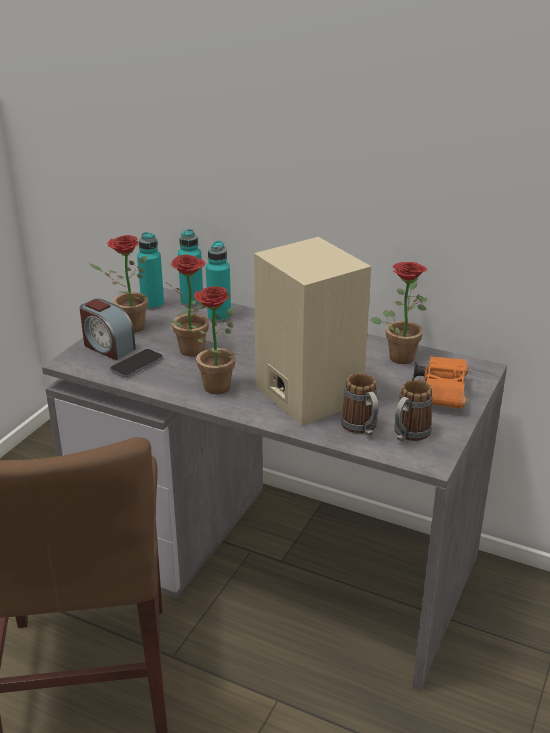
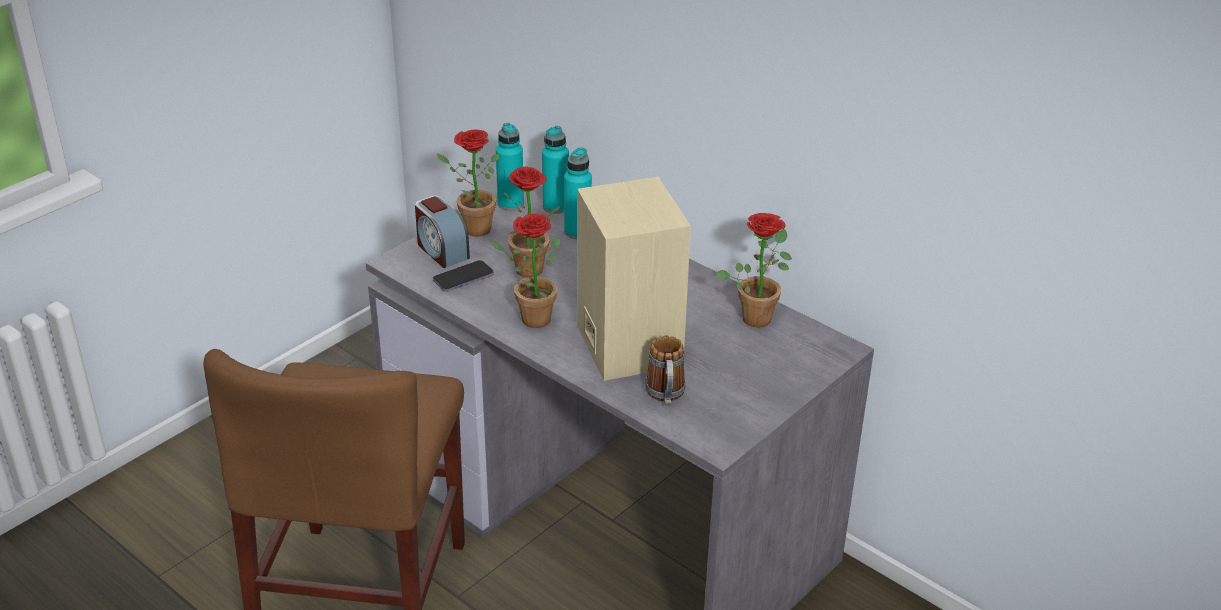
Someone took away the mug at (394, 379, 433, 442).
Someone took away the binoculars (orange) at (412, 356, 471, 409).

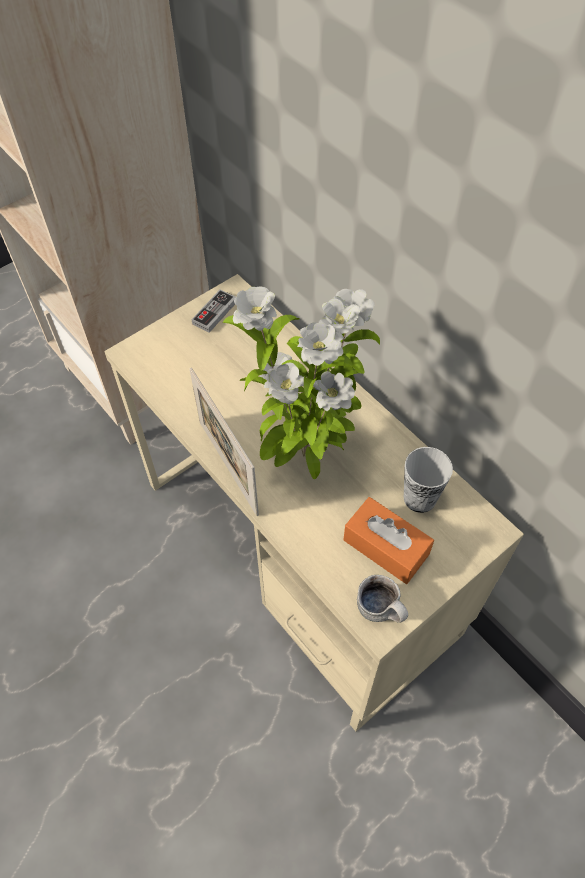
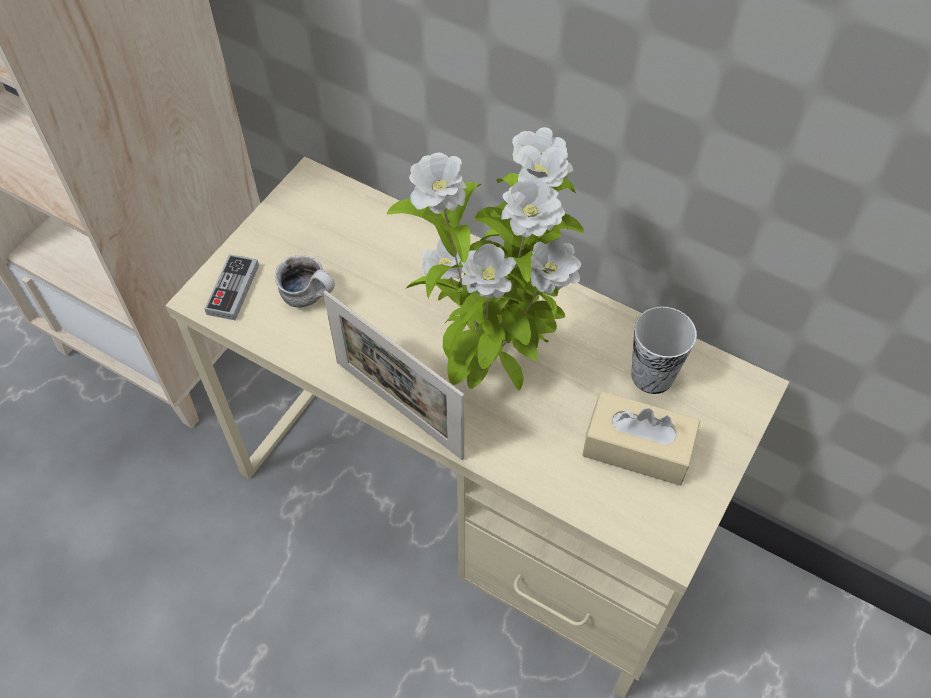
Someone carried the game controller from (192, 289, 236, 333) to (205, 254, 259, 321).
Someone carried the mug from (357, 575, 408, 623) to (275, 255, 335, 308).
Someone repainted the tissue box (orange) at (343, 497, 434, 584), which became the tissue box (beige) at (582, 391, 700, 486).

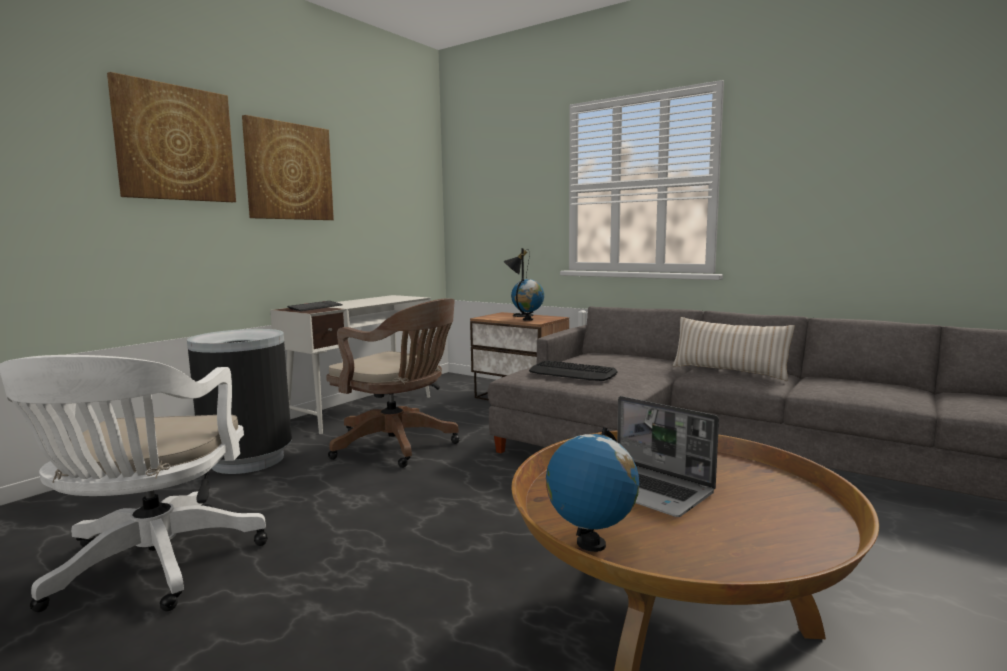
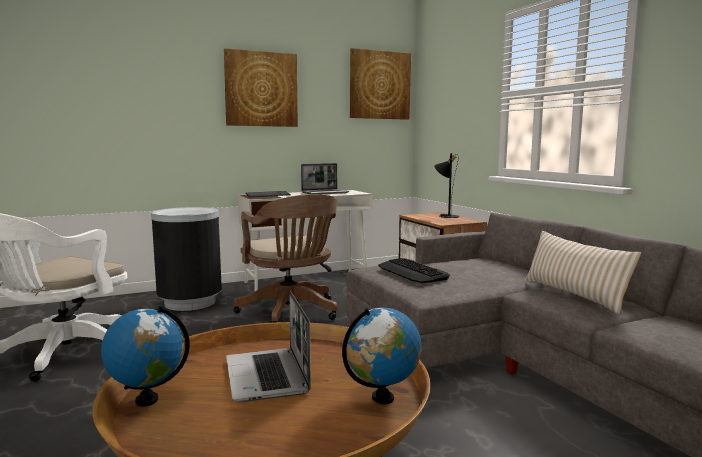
Someone put down the laptop at (301, 163, 349, 194).
Someone carried the globe from (511, 278, 544, 321) to (342, 307, 422, 404).
Someone carried the picture from (107, 72, 236, 202) to (350, 48, 411, 120).

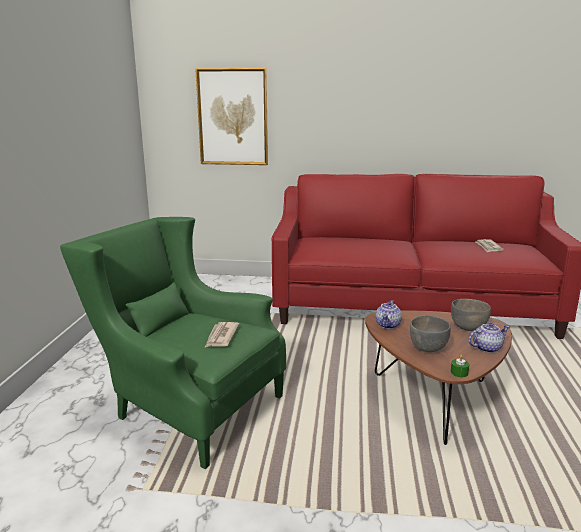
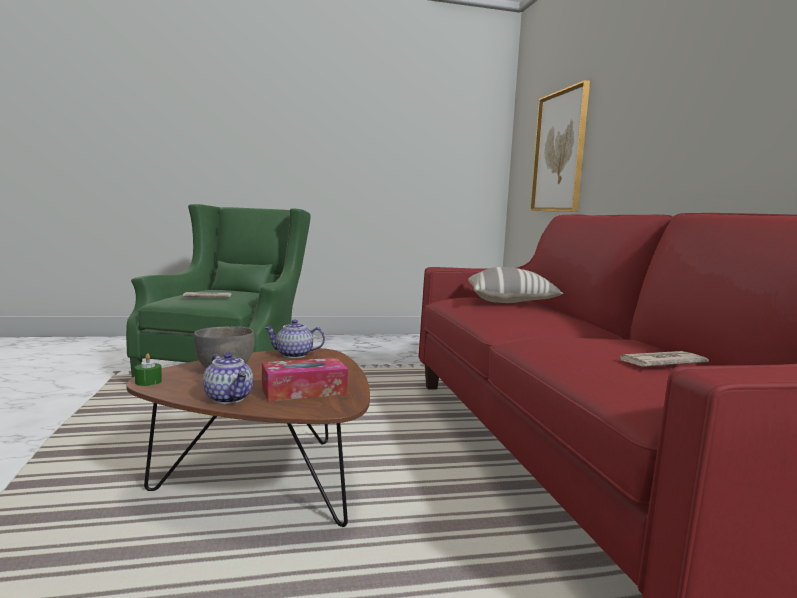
Someone swapped the bowl (grey) at (451, 299, 491, 331) for the tissue box at (262, 358, 348, 401).
Someone put down the pillow at (468, 267, 563, 303).

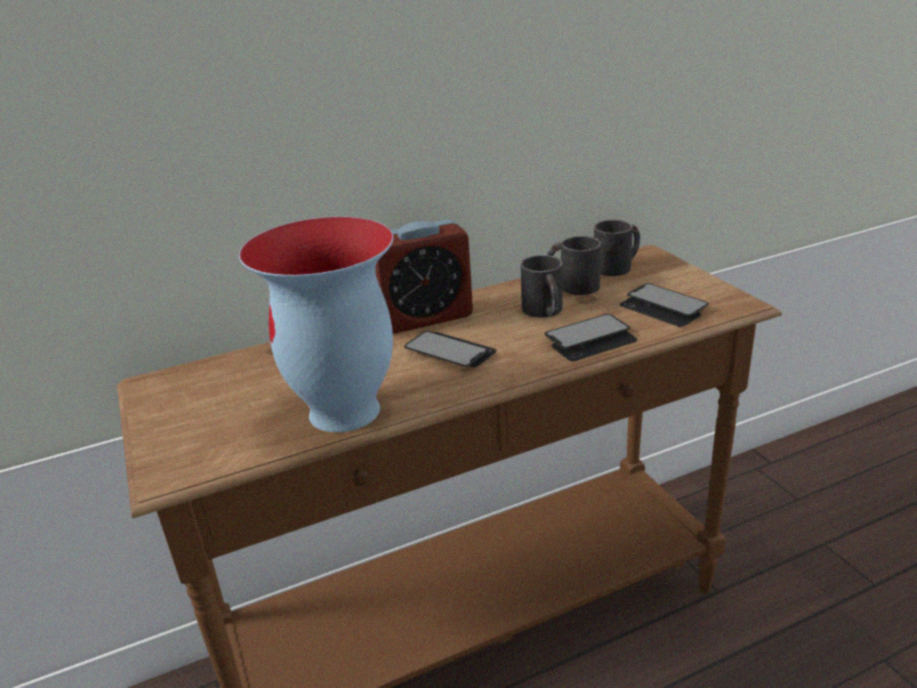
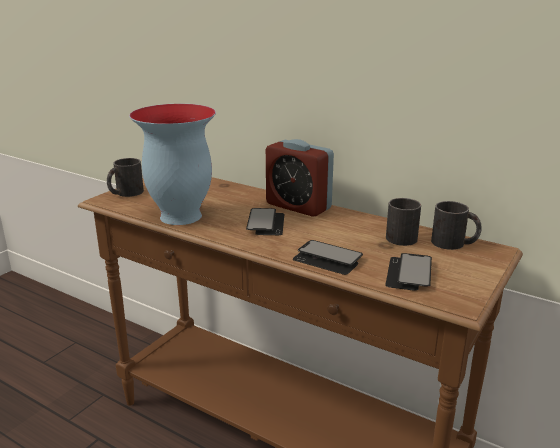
Someone carried the mug (black) from (521, 255, 563, 318) to (107, 158, 144, 197).

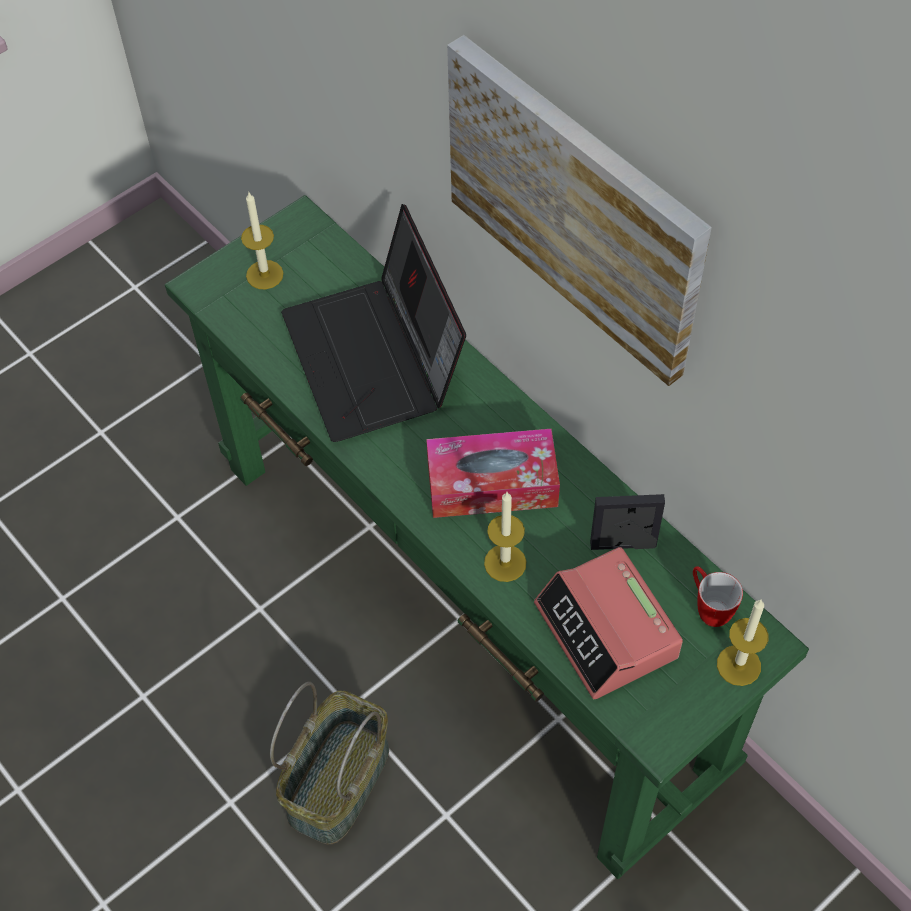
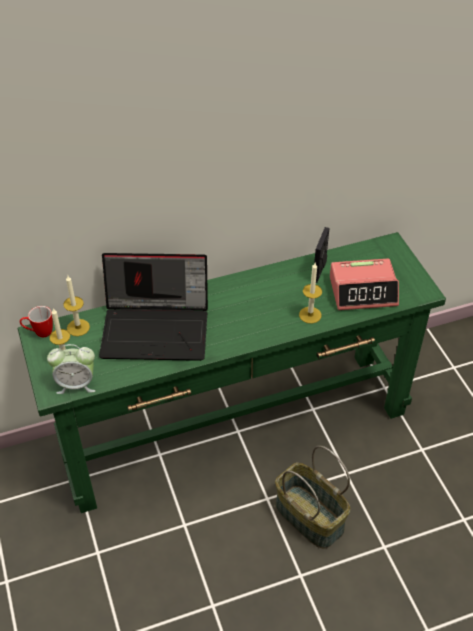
Someone carried the mug from (693, 566, 743, 627) to (20, 306, 53, 338).
Someone put down the alarm clock at (47, 344, 95, 394).
Someone carried the candle from (717, 599, 769, 686) to (63, 276, 90, 336).
Someone took away the tissue box at (426, 429, 560, 518).
Someone took away the picture at (447, 35, 712, 386).

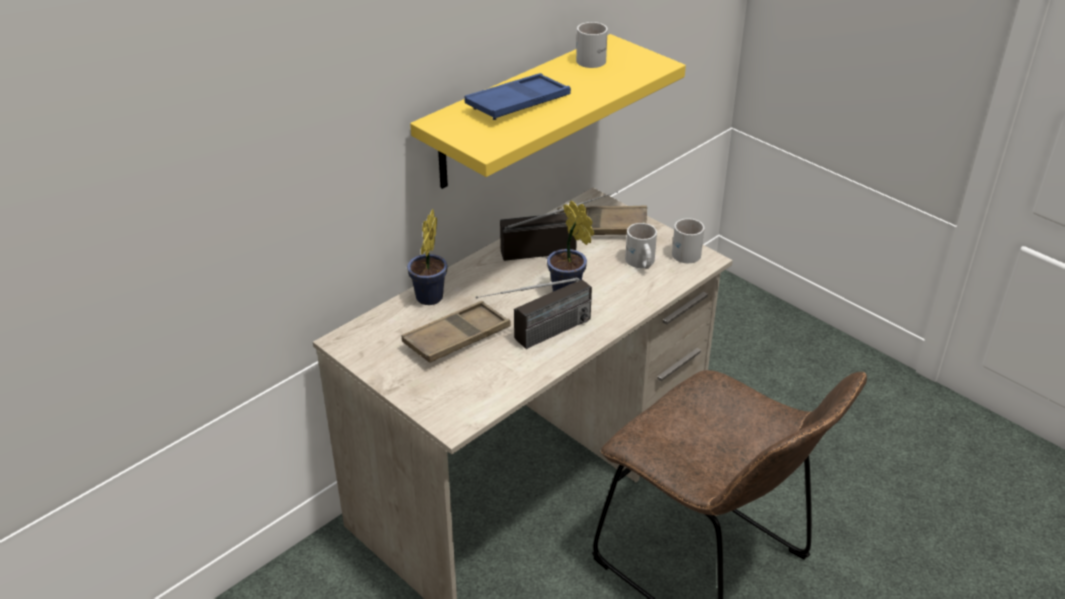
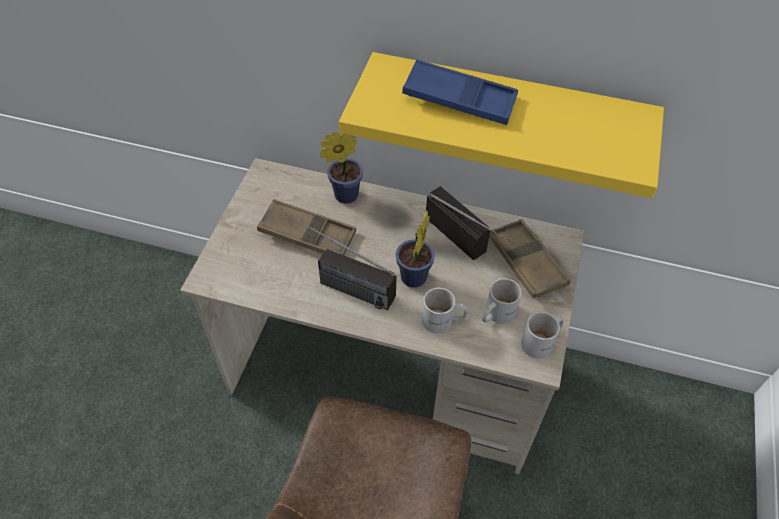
Someone carried the mug (white) from (576, 22, 608, 68) to (422, 288, 468, 334).

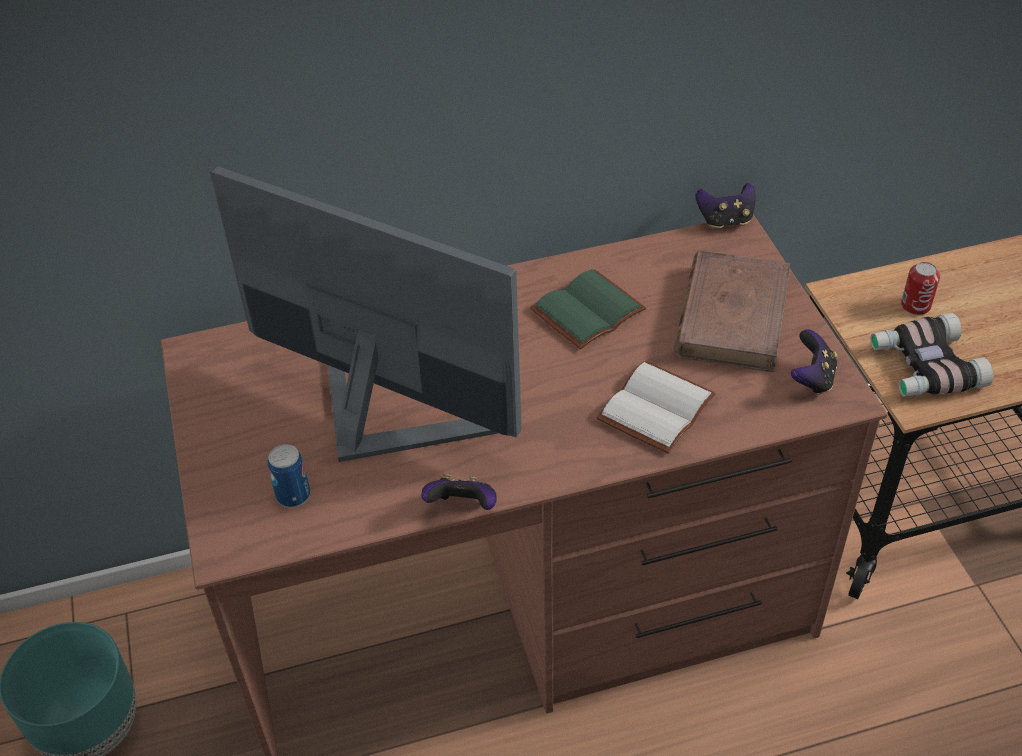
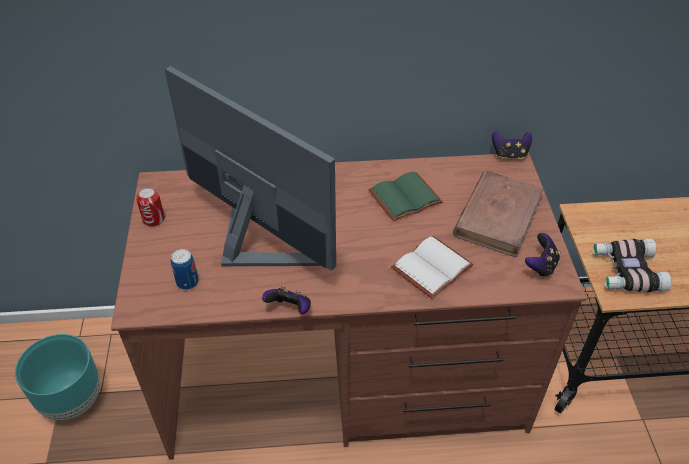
Someone carried the can from (901, 262, 940, 315) to (136, 187, 165, 227).

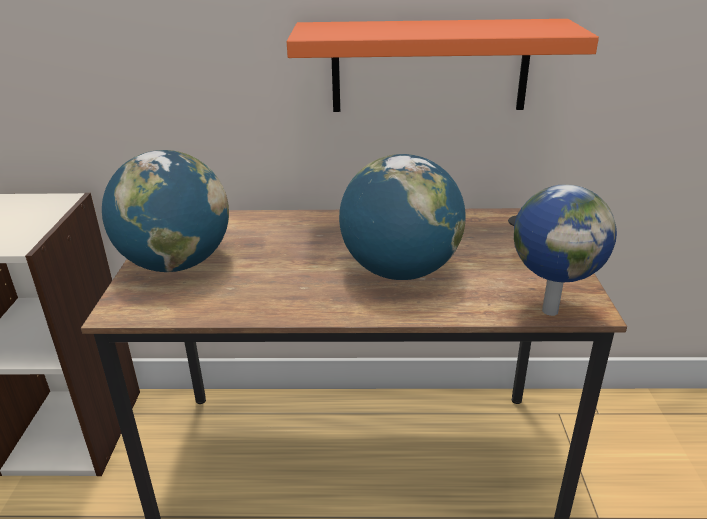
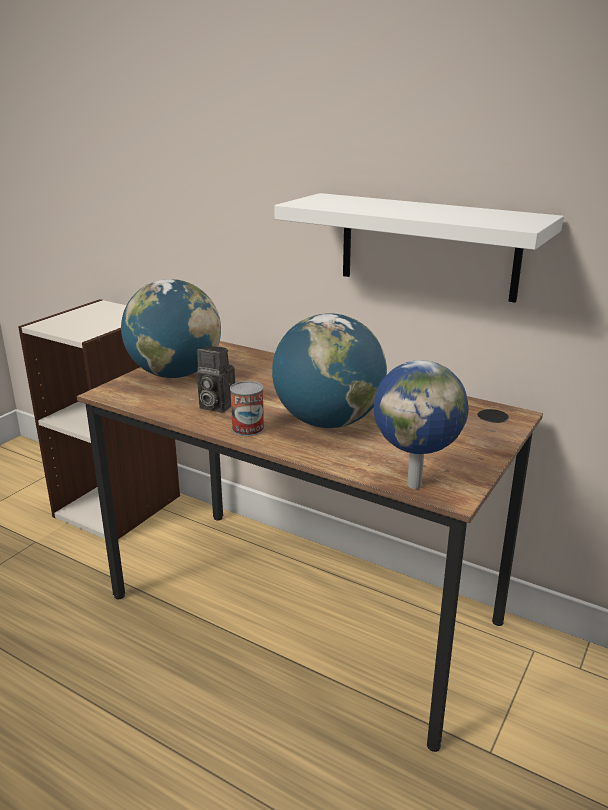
Someone put down the photo camera at (197, 346, 235, 413).
Someone put down the can at (230, 381, 264, 436).
Someone repainted the shelf (orange) at (287, 19, 599, 112), which became the shelf (white) at (274, 193, 564, 303).

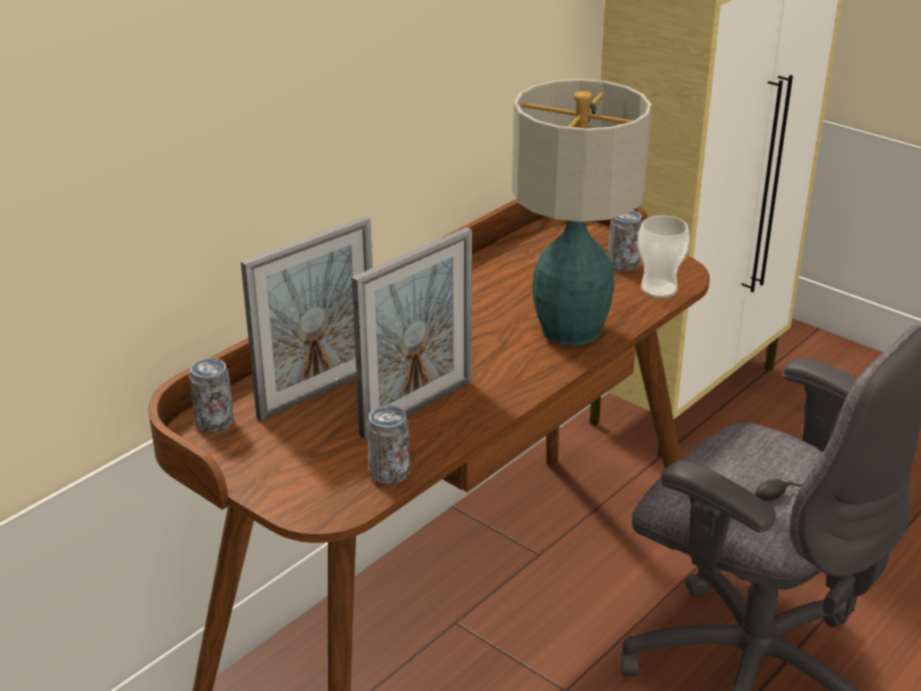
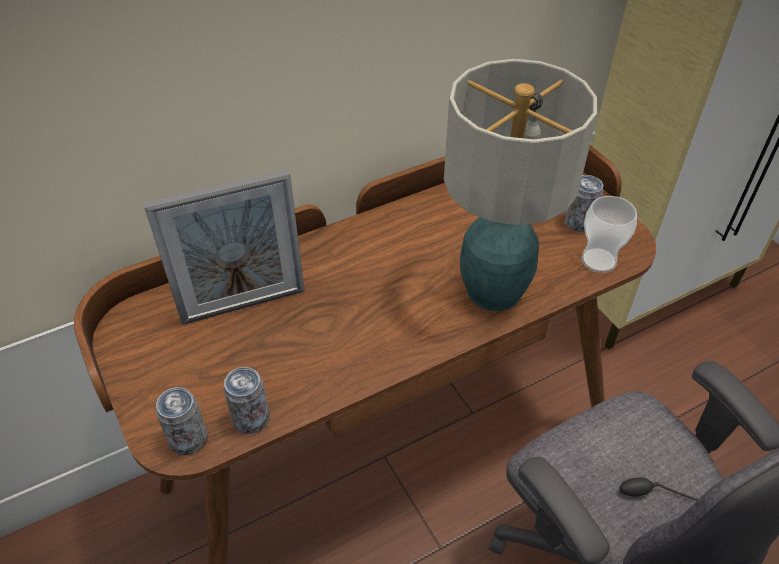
Someone carried the can from (189, 358, 234, 433) to (156, 387, 208, 455).
Someone took away the picture frame at (351, 227, 472, 439).

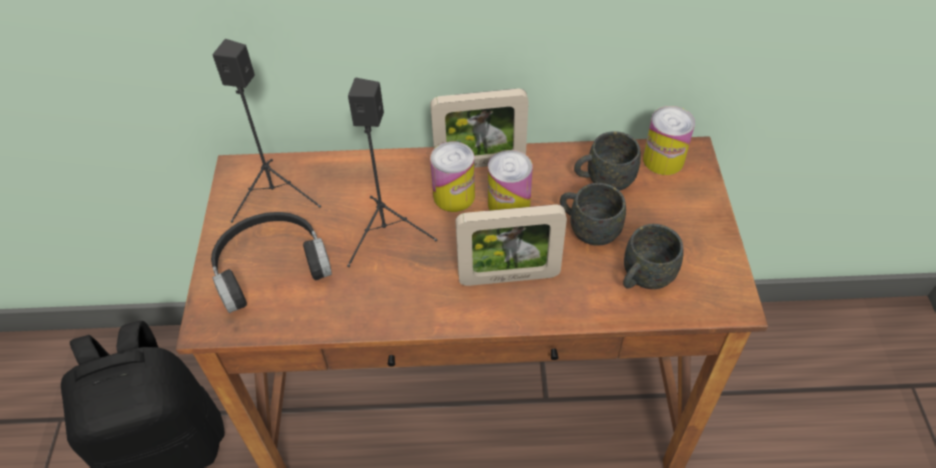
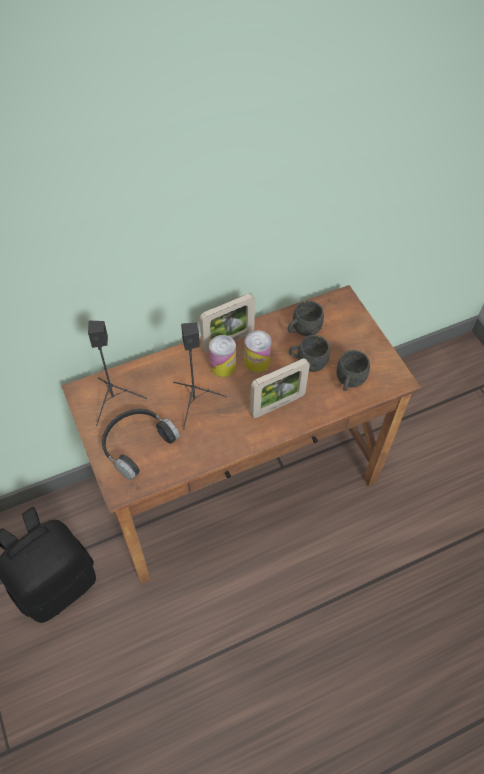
Someone took away the can at (643, 106, 695, 175).

